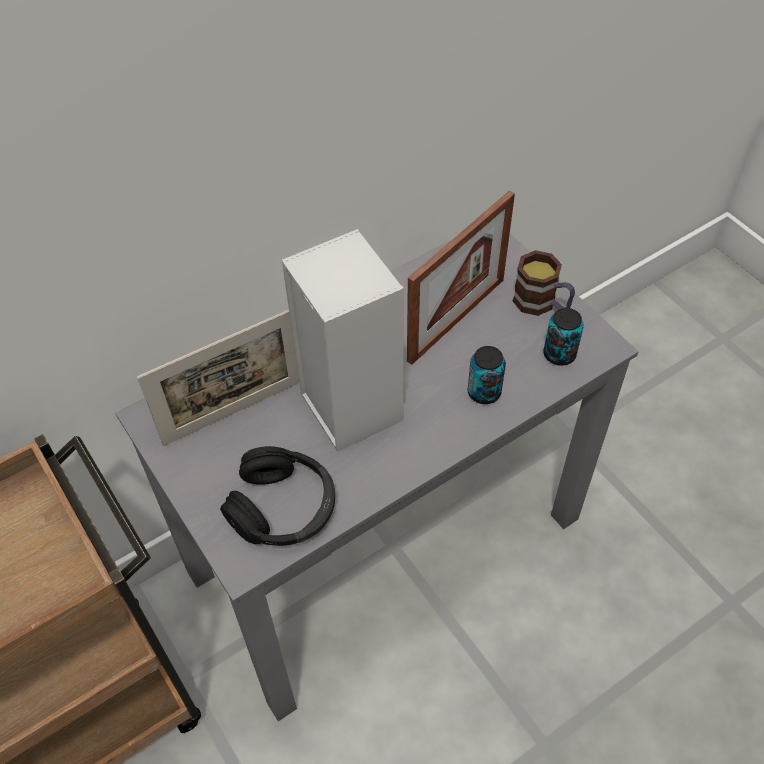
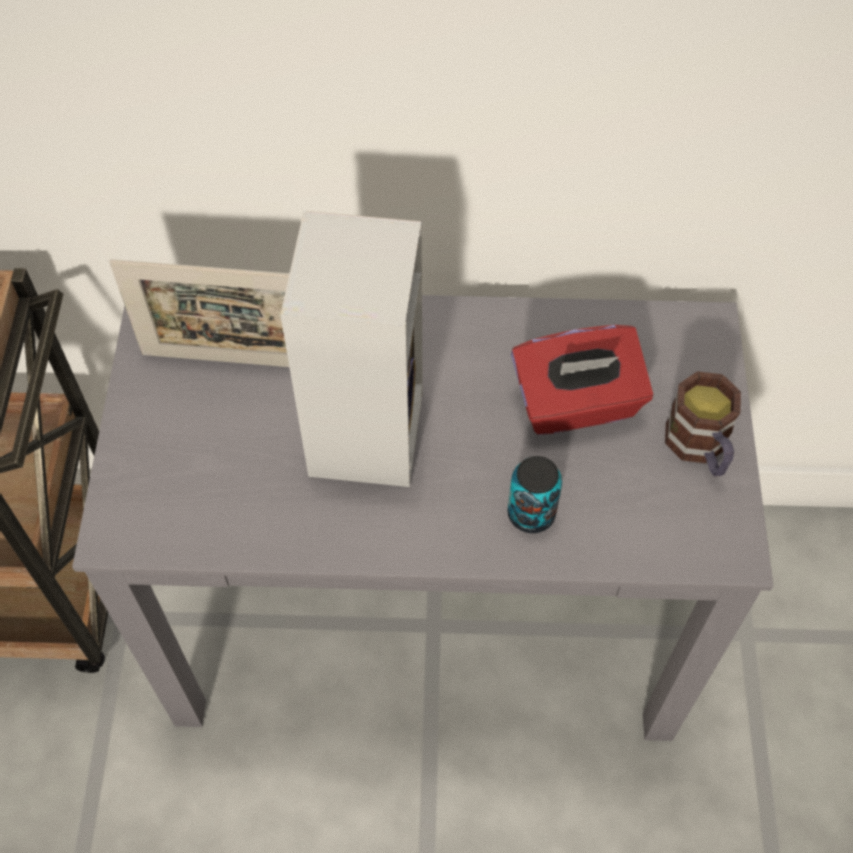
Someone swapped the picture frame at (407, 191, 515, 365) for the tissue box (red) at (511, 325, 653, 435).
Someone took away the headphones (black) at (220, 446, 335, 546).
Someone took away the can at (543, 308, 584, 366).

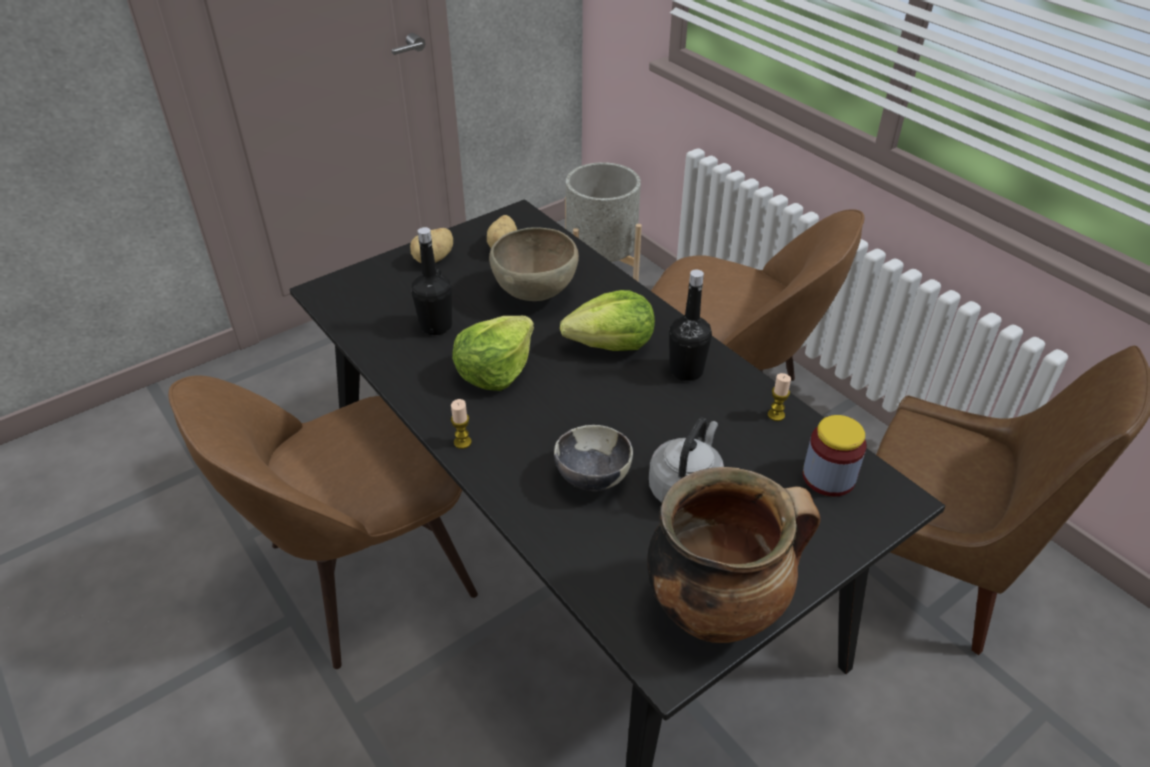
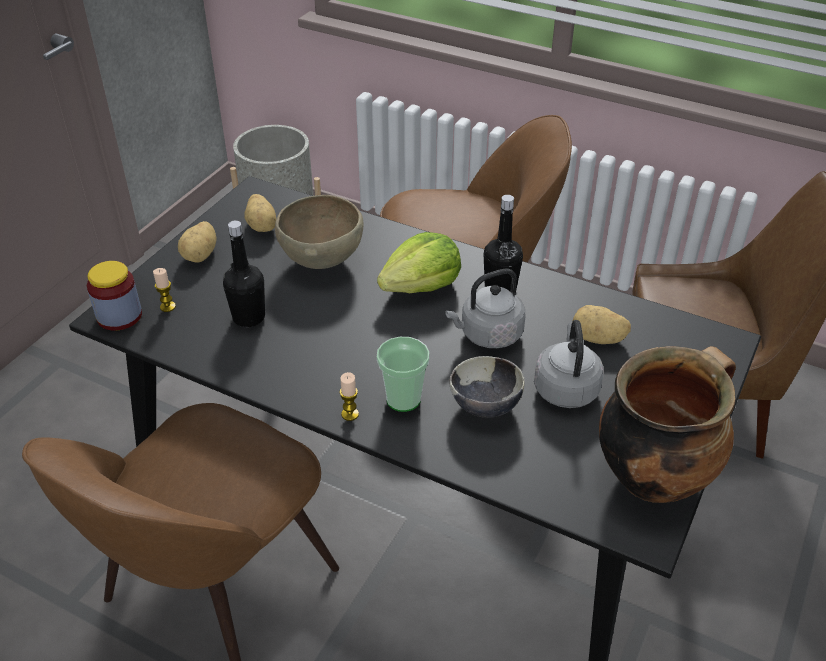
Someone carried the jar from (803, 415, 867, 497) to (87, 261, 142, 331).
Someone carried the candle from (768, 373, 791, 421) to (153, 268, 176, 312).
Someone put down the cup at (377, 337, 429, 412).
Someone put down the kettle (grey) at (445, 269, 525, 348).
Someone put down the potato at (572, 305, 631, 344).
Someone took away the lettuce at (452, 316, 534, 391).

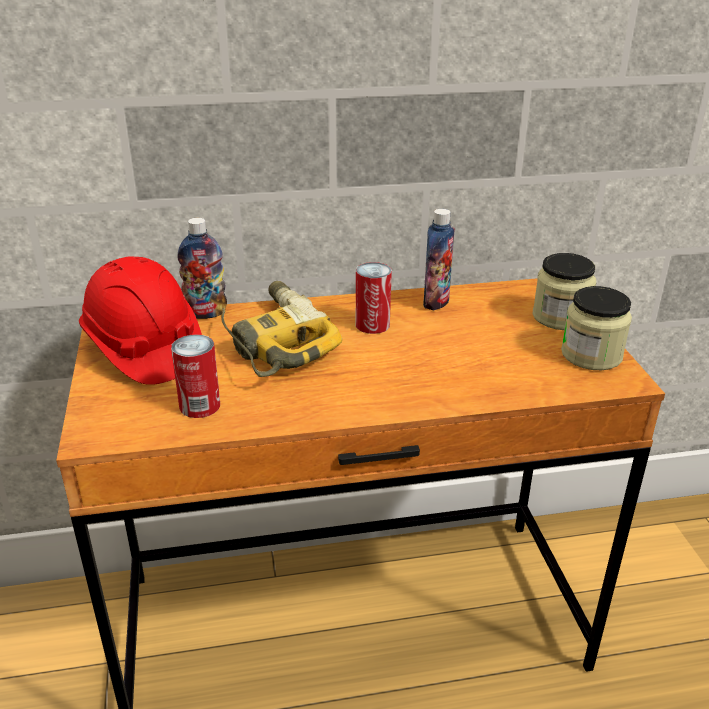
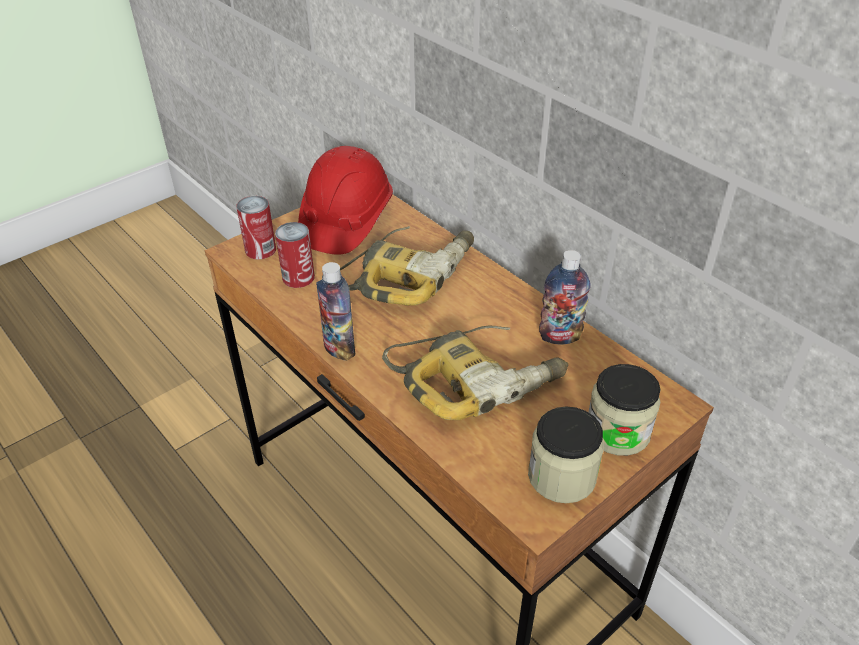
Someone carried the can from (356, 262, 392, 334) to (236, 196, 276, 259).
Someone carried the bottle from (177, 218, 227, 319) to (316, 262, 355, 361).
Someone put down the power drill at (382, 325, 568, 420).

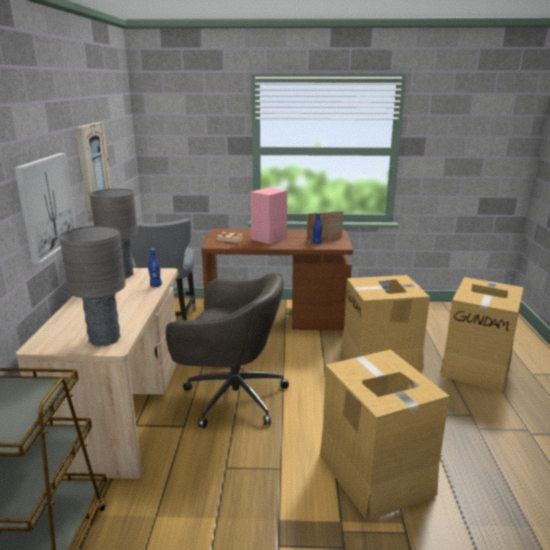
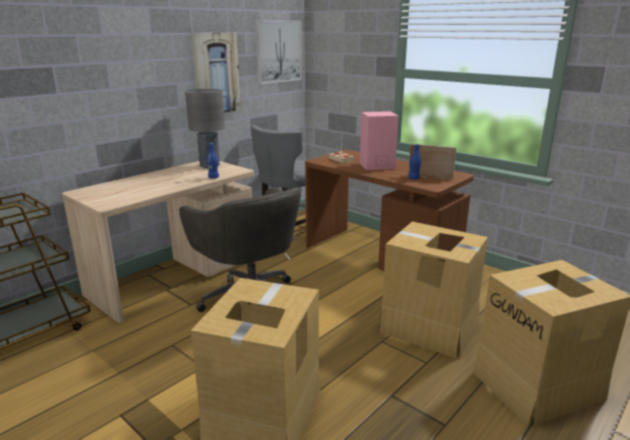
Someone carried the picture from (14, 153, 77, 265) to (255, 20, 302, 84).
Someone took away the table lamp (grey) at (59, 226, 126, 346).

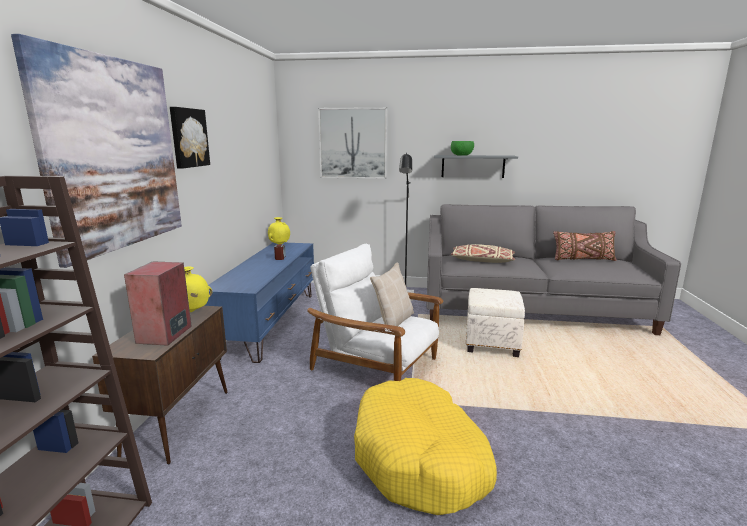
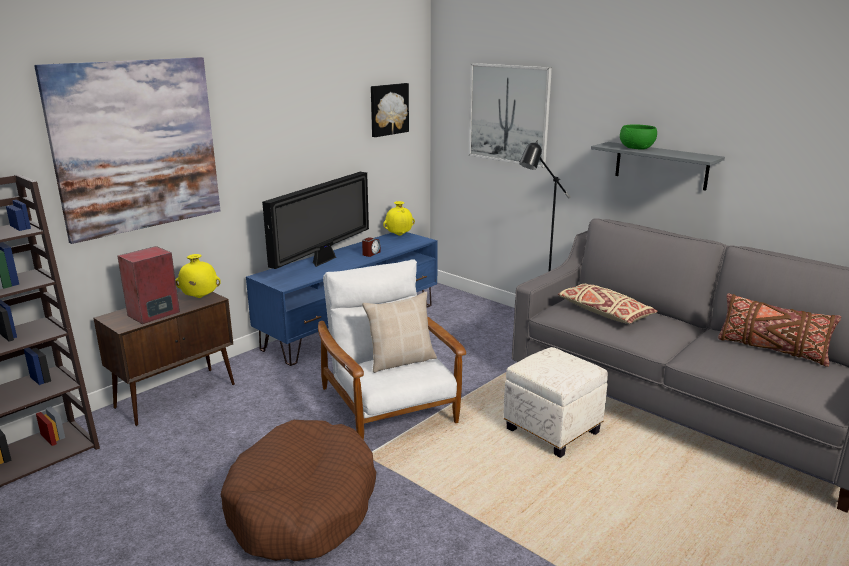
Someone repainted the dog bed (yellow) at (354, 378, 497, 515), which became the dog bed (brown) at (221, 420, 376, 561).
Someone put down the television at (262, 172, 369, 269).
Someone carried the picture from (170, 107, 210, 169) to (371, 83, 409, 137).

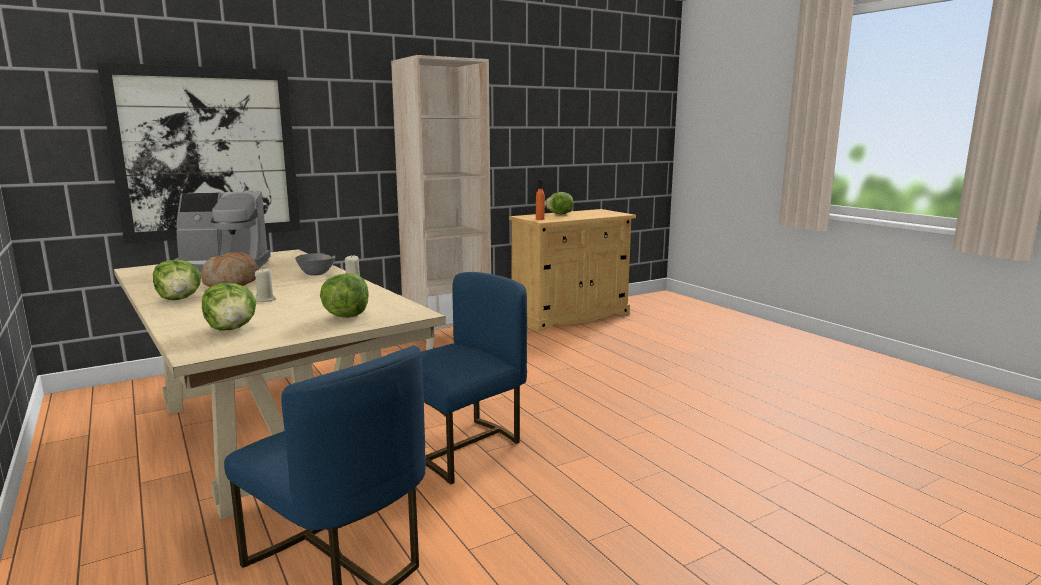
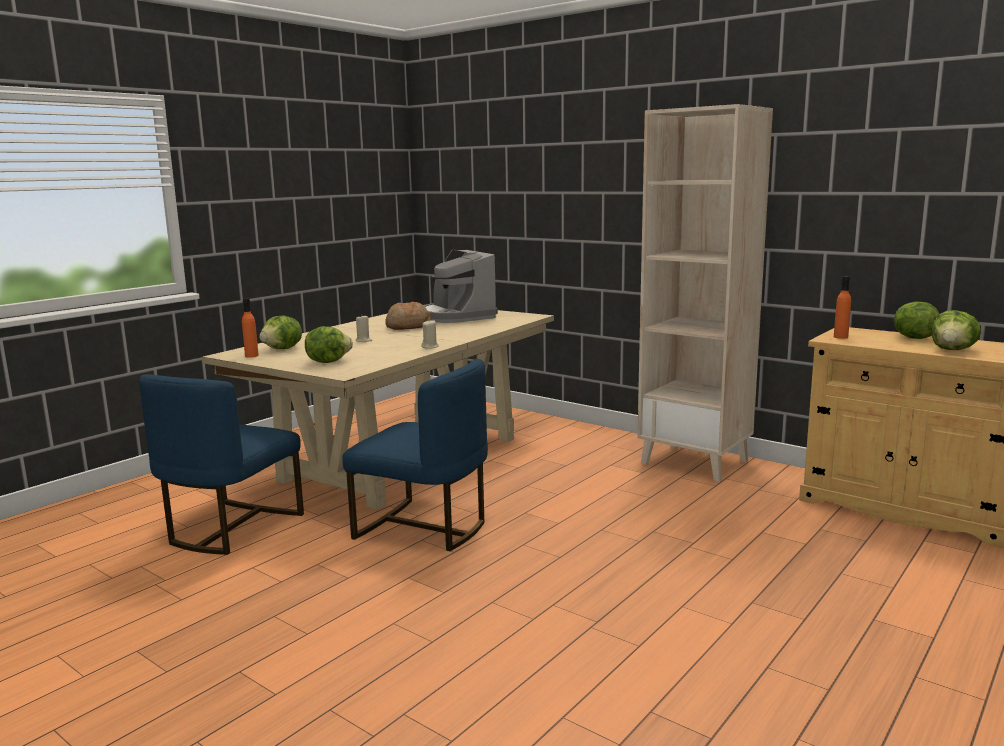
Someone put down the bottle (orange) at (242, 298, 259, 358).
Someone carried the lettuce from (153, 260, 201, 300) to (932, 310, 981, 350).
Someone took away the picture at (97, 62, 300, 244).
Someone took away the bowl (grey) at (295, 253, 335, 276).

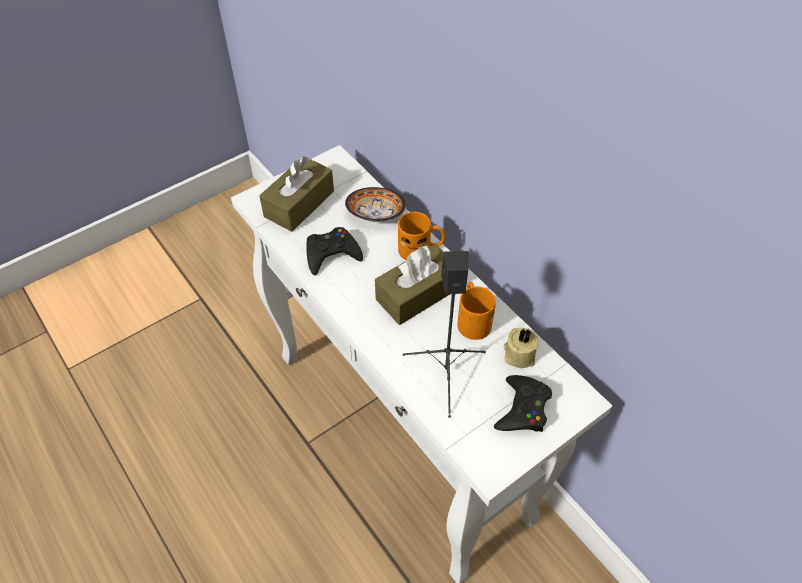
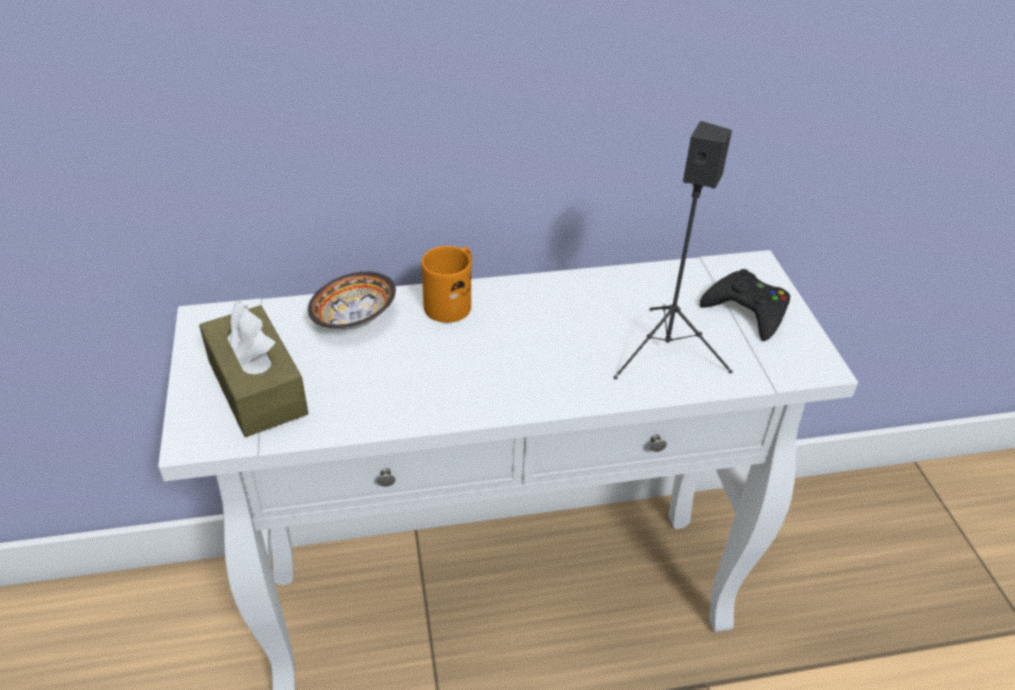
Someone took away the game controller (black) at (306, 227, 363, 275).
Someone took away the tissue box (brown) at (375, 244, 450, 325).
Someone took away the mug (orange) at (457, 282, 496, 340).
Someone took away the candle (beige) at (504, 328, 538, 368).

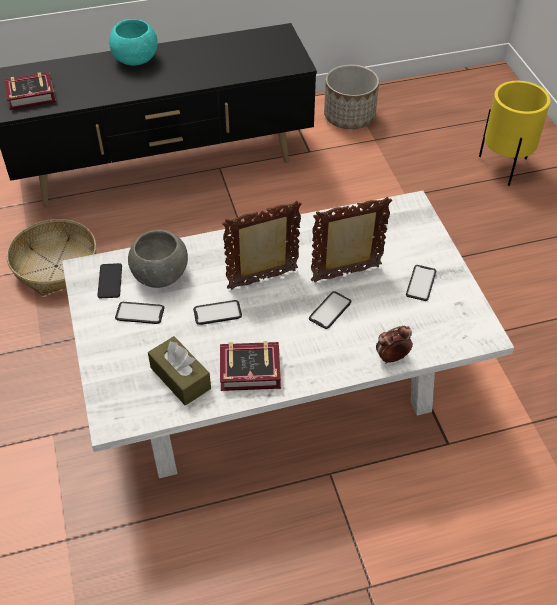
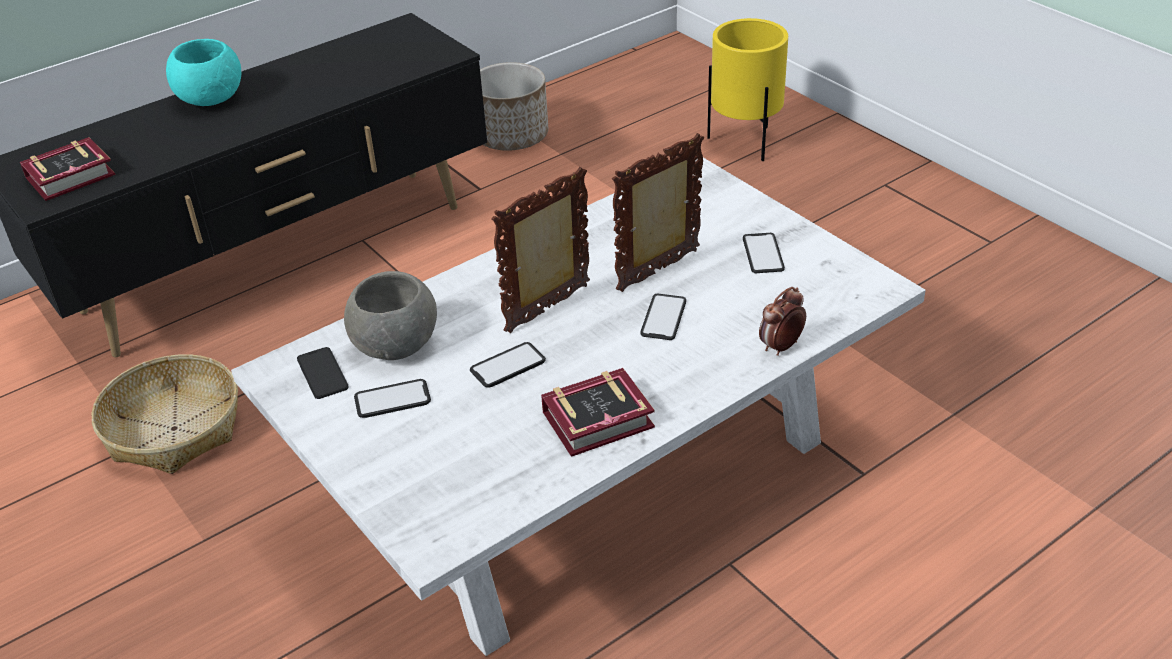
Someone took away the tissue box (brown) at (148, 336, 211, 405).

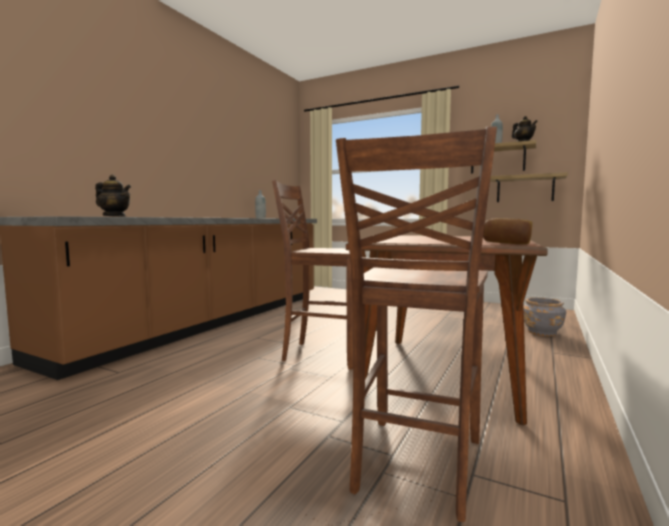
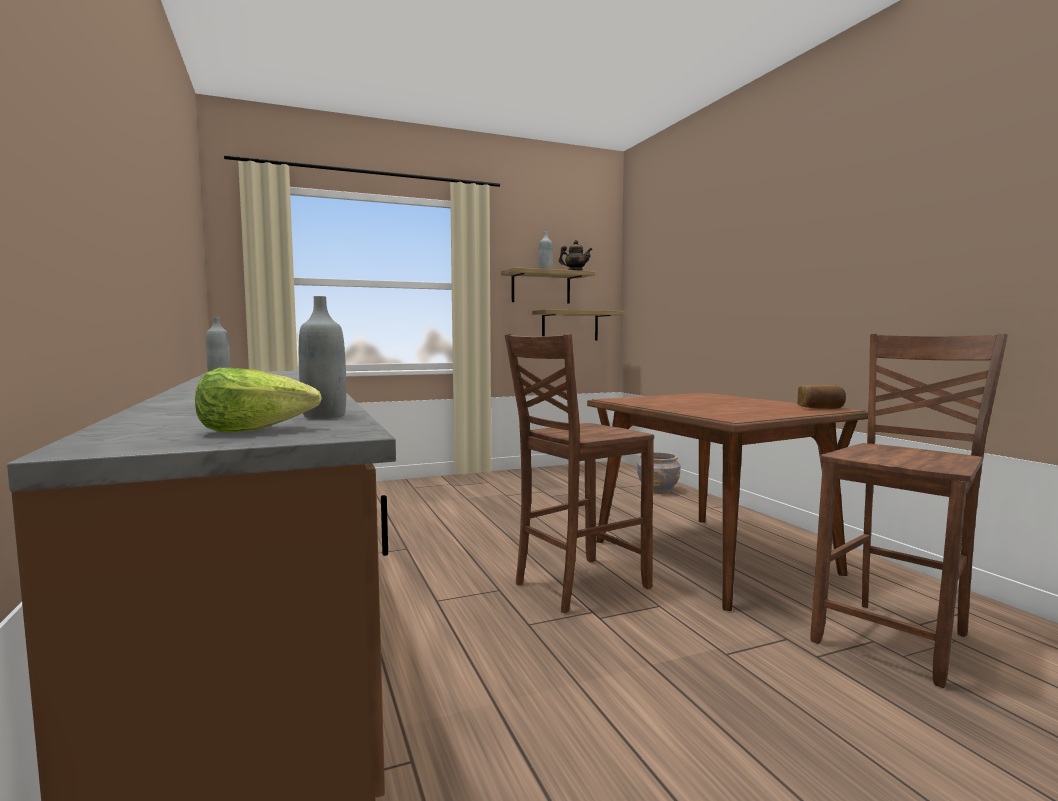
Someone put down the lettuce at (195, 368, 322, 433).
Someone swapped the teapot at (95, 174, 131, 217) for the bottle (grey) at (299, 296, 346, 419).
Someone rotated the chair (brown) at (336, 126, 497, 522) by 105 degrees counterclockwise.

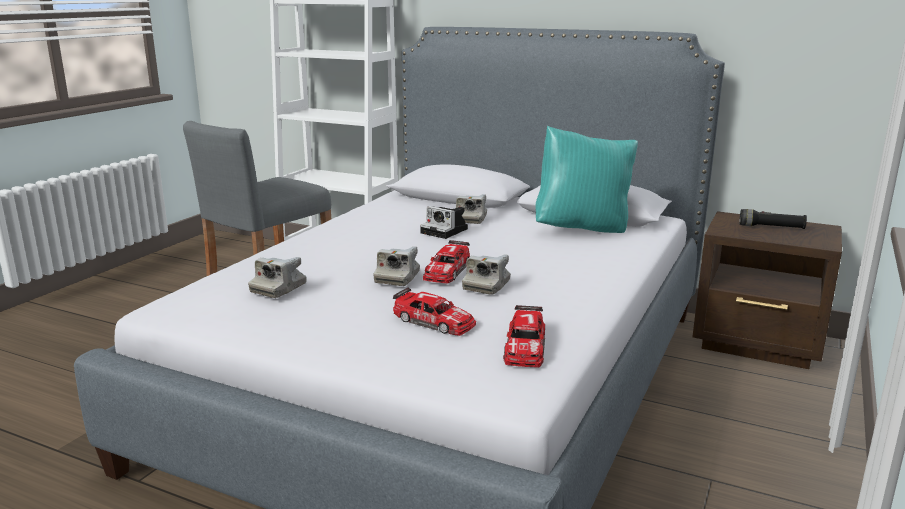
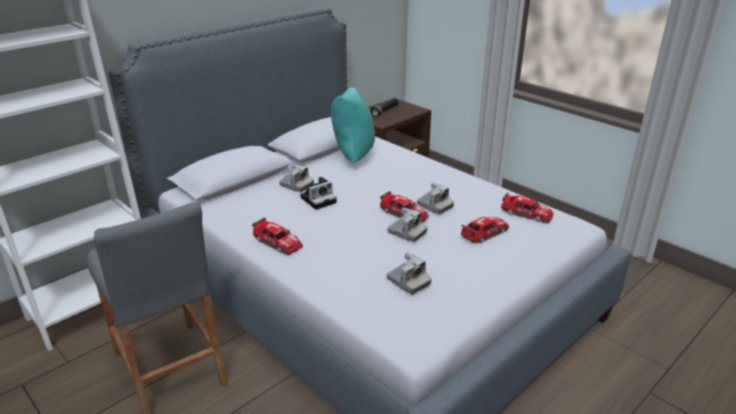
Someone put down the toy car at (252, 218, 303, 255).

